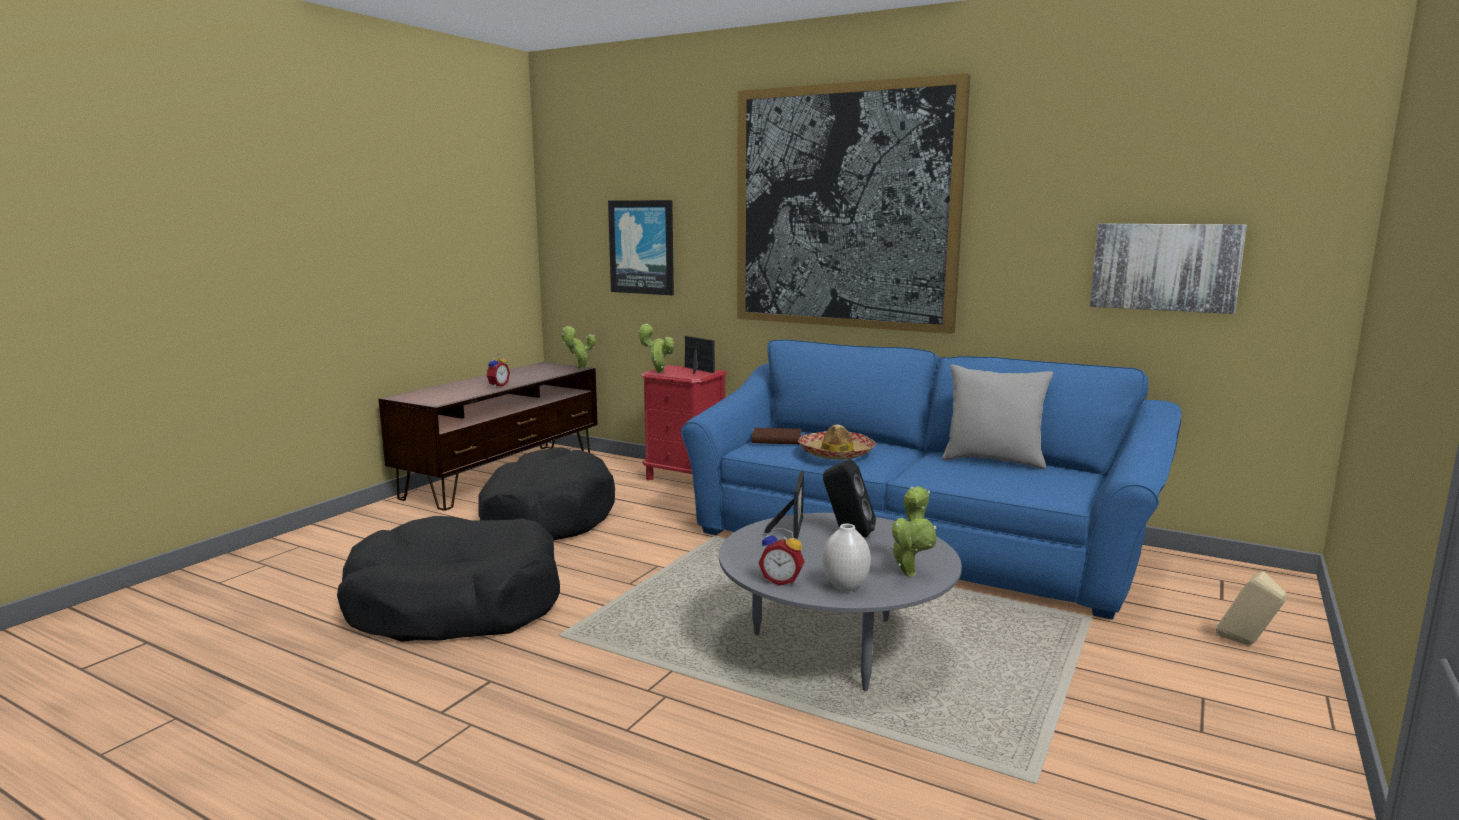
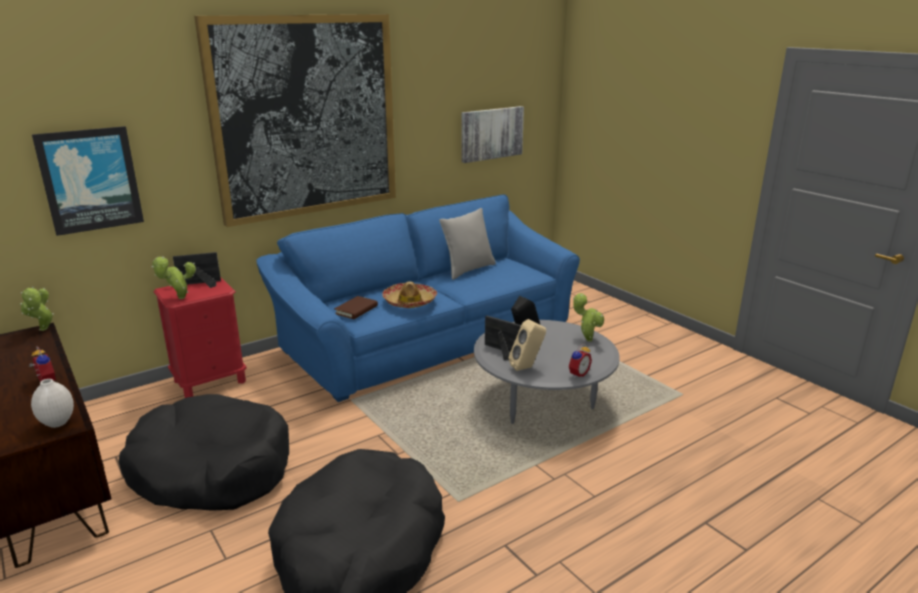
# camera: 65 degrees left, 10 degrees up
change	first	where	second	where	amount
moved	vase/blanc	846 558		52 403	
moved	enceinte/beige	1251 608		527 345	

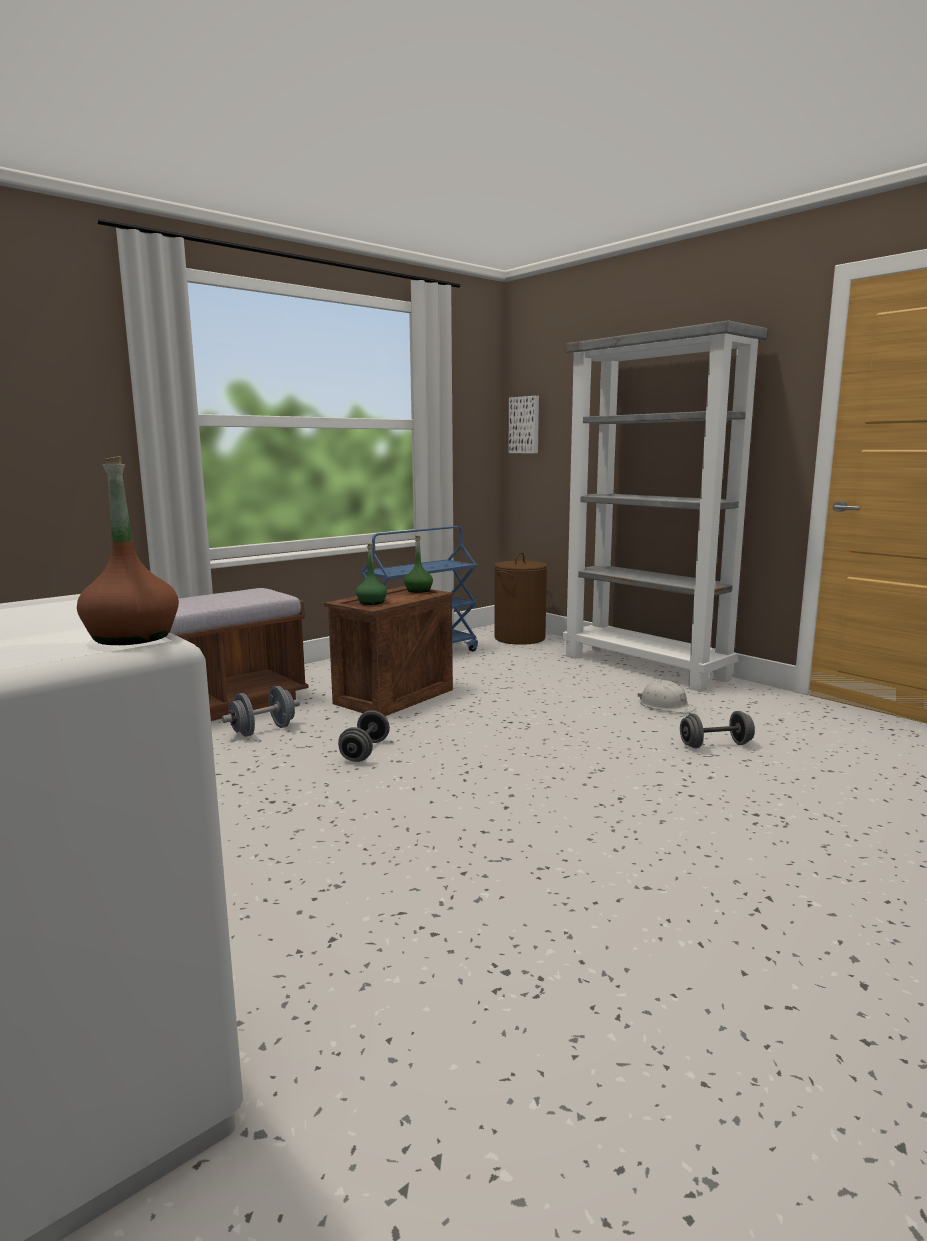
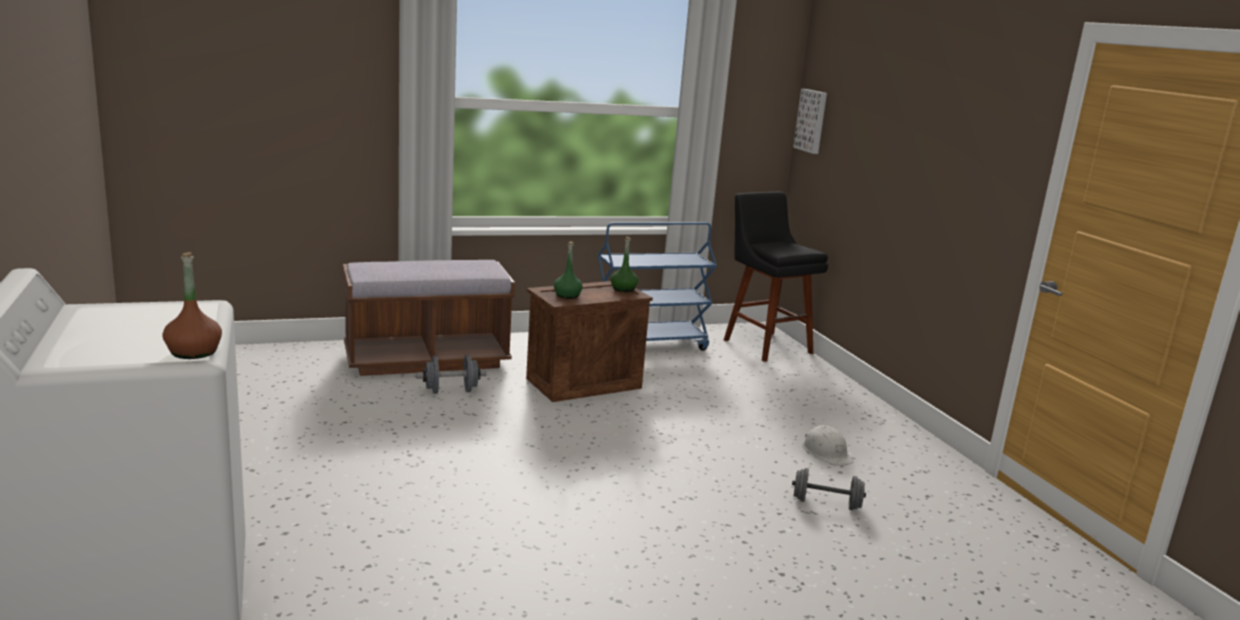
# camera: 20 degrees right, 5 degrees up
change	first	where	second	where	amount
removed	haltère/gris	364 736			
replaced	panier à linge/marron	520 598	tabouret/noir	776 277	
removed	bibliothèque/gris	665 506			

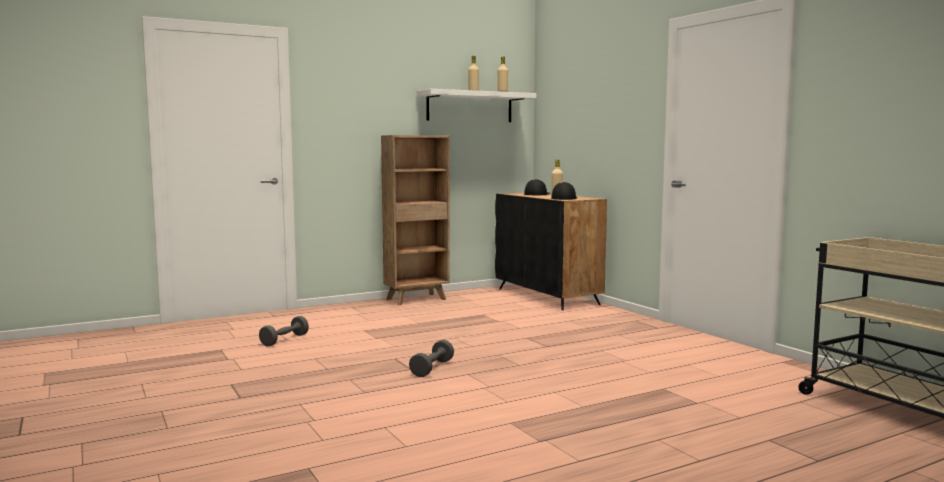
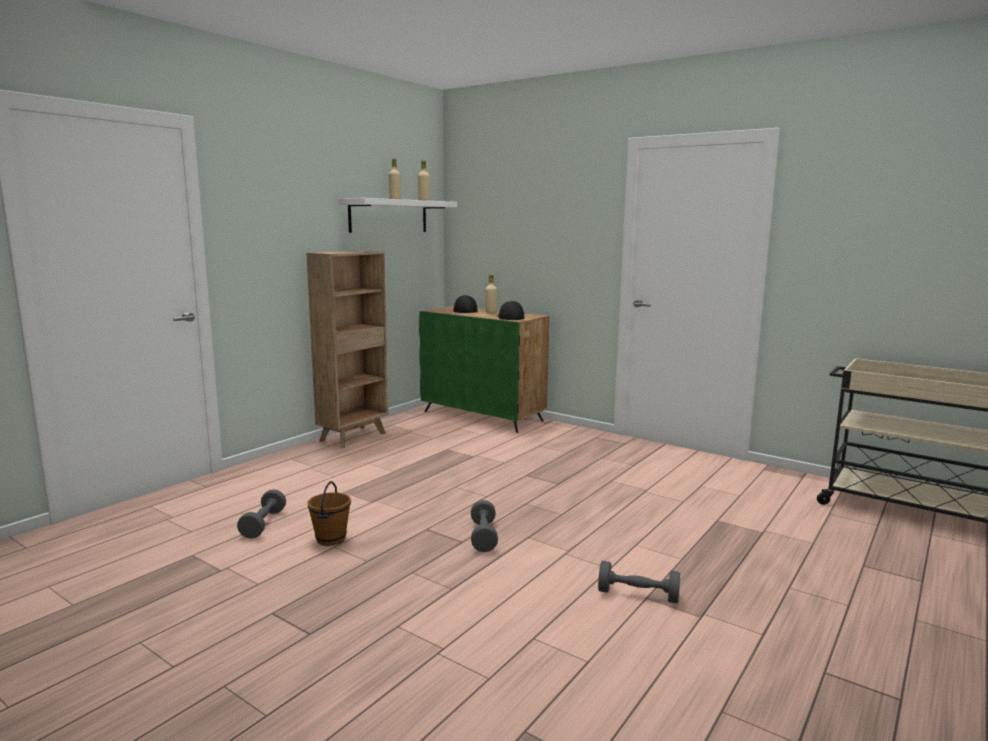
# camera: 25 degrees left, 5 degrees up
change	first	where	second	where	amount
recoloured	meuble de rangement/noir	551 251	meuble de rangement/vert	484 369	
added			seau/marron	329 513	
added			haltère/gris	639 582	

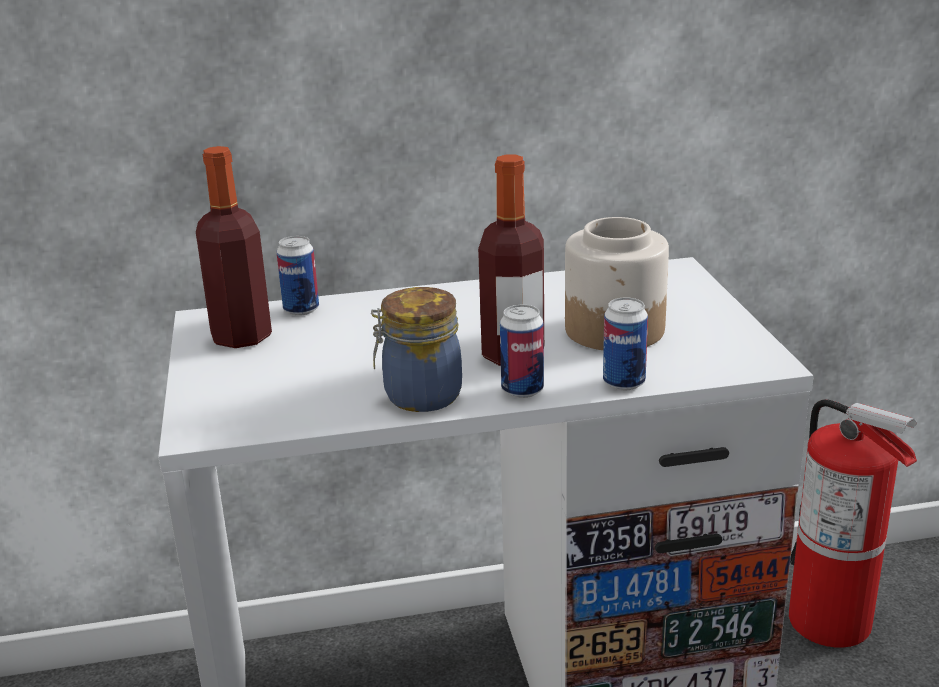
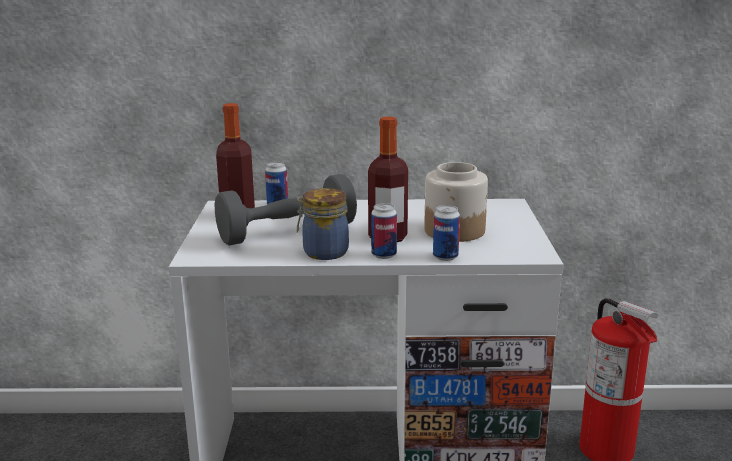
# camera: 10 degrees right, 5 degrees down
change	first	where	second	where	amount
added			haltère/gris	286 209	

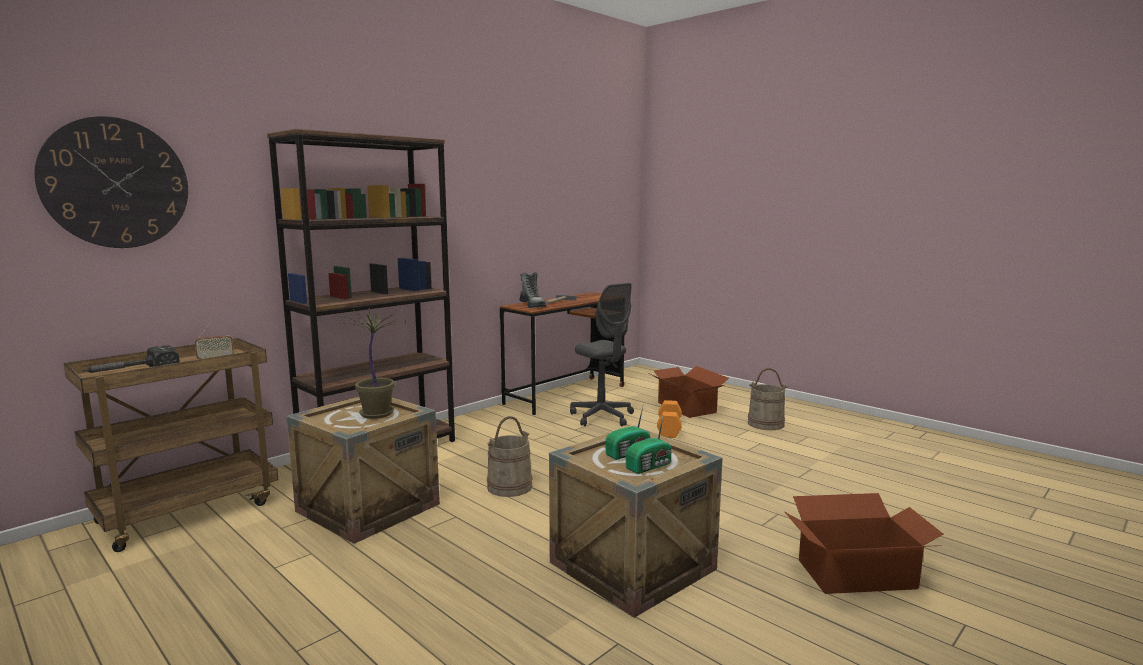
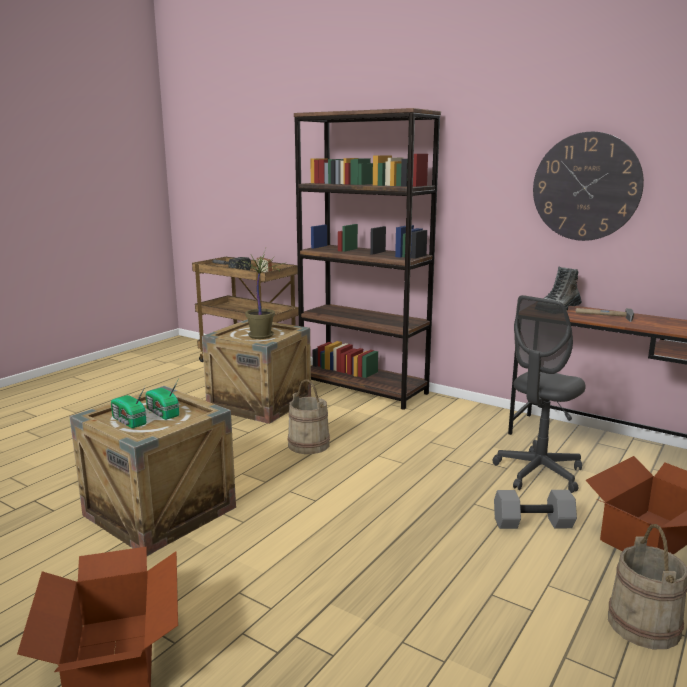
# camera: 80 degrees right, 5 degrees up
change	first	where	second	where	amount
moved	horloge murale	111 182		588 186	
recoloured	haltère/orange	669 419	haltère/gris	535 509	

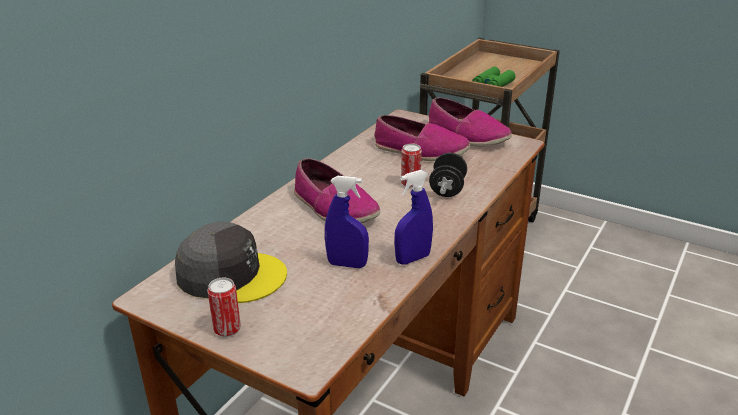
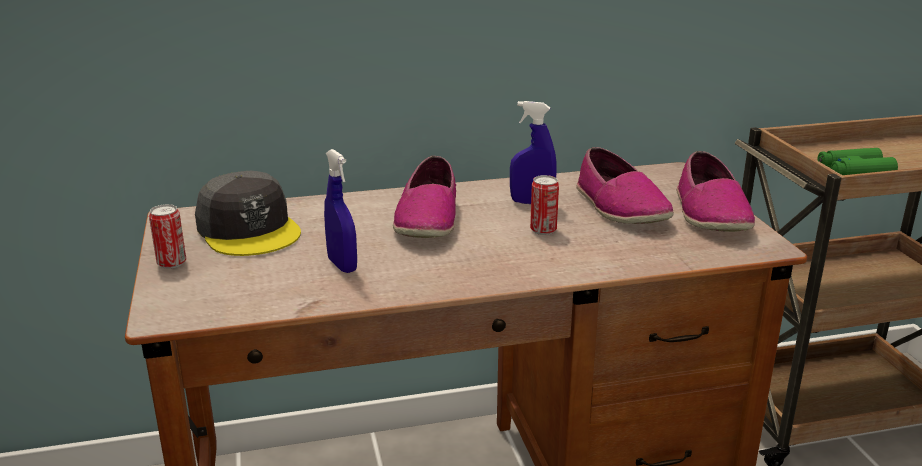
# camera: 45 degrees right, 5 degrees down
change	first	where	second	where	amount
moved	vaporisateur/bleu	413 217		533 152	
removed	haltère/noir	448 175			

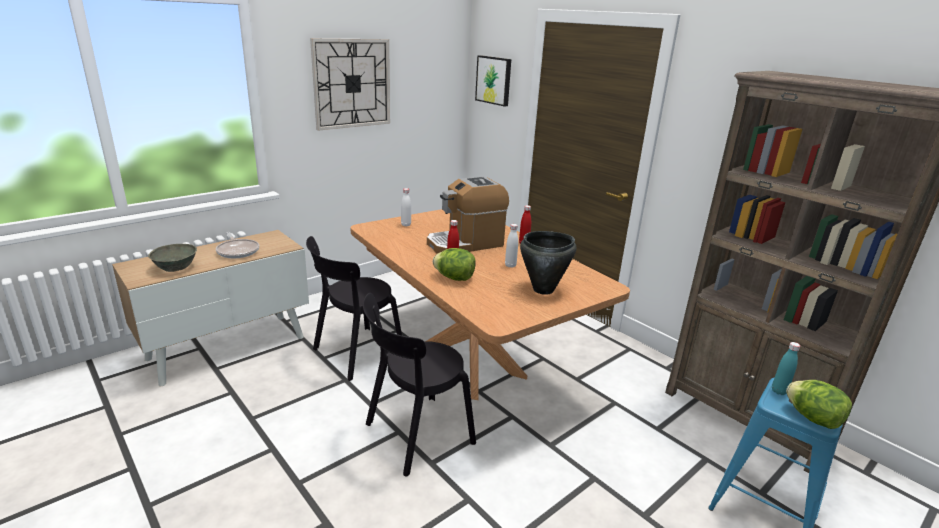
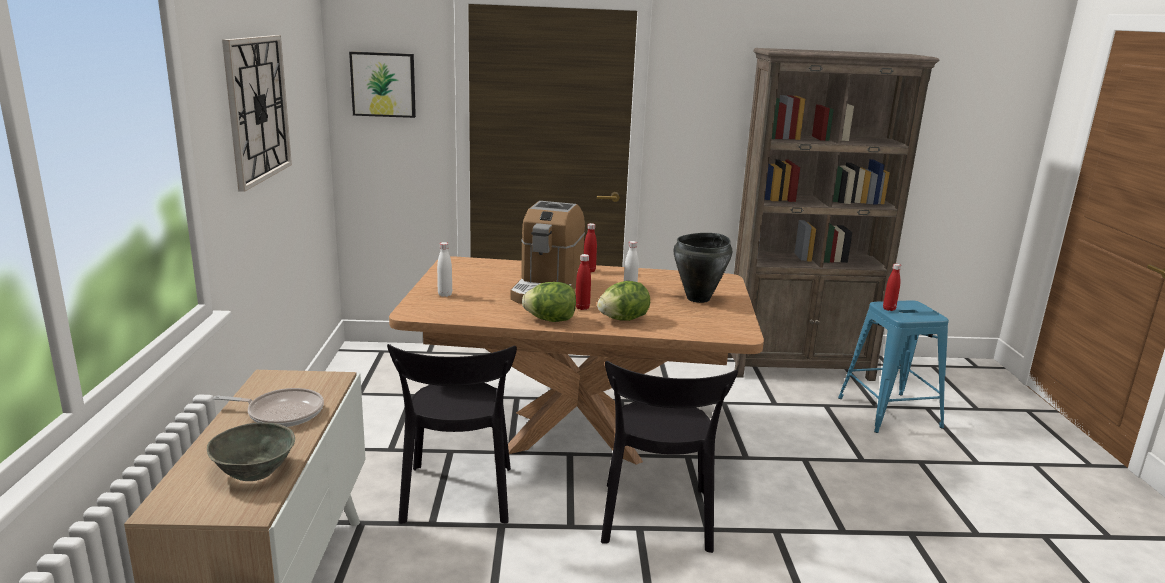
# camera: 50 degrees left, 5 degrees down
change	first	where	second	where	amount
recoloured	bouteille/turquoise	786 368	bouteille/rouge	892 287	
moved	laitue	819 404		549 302	

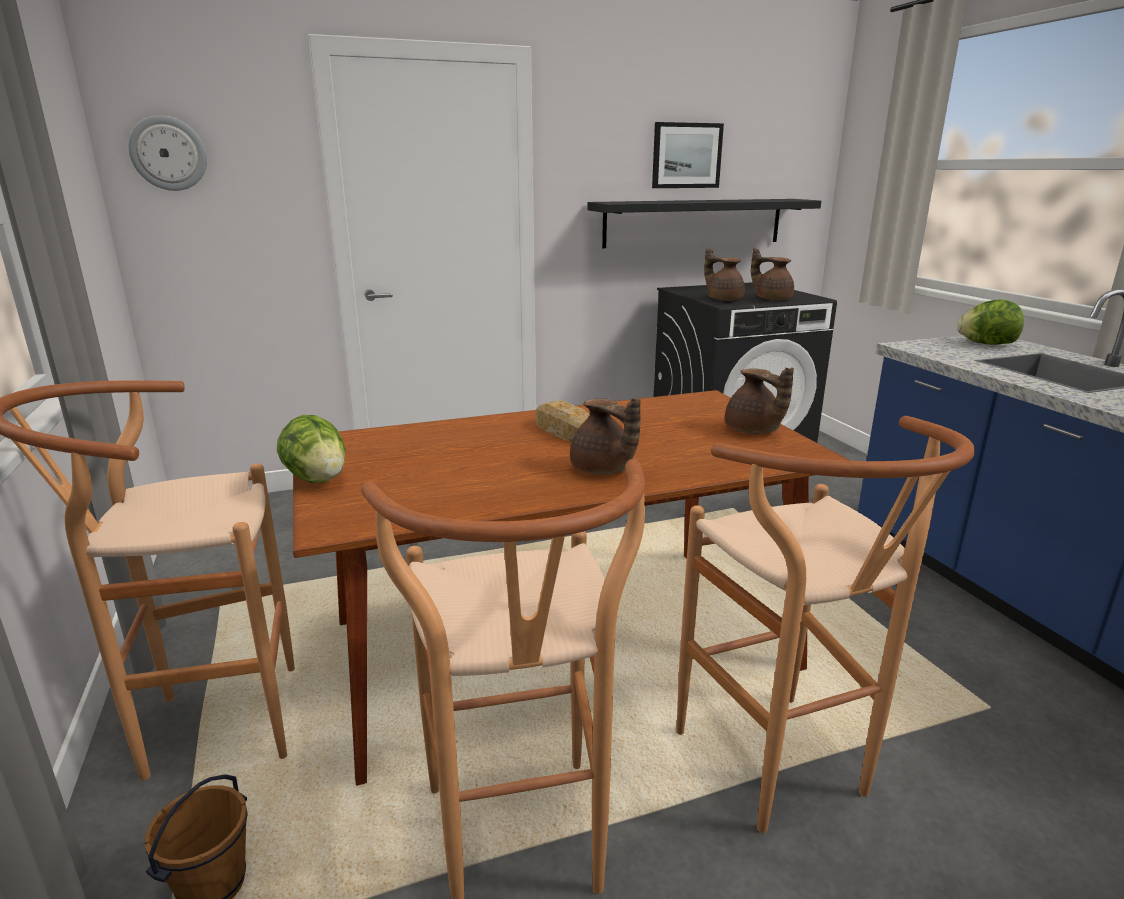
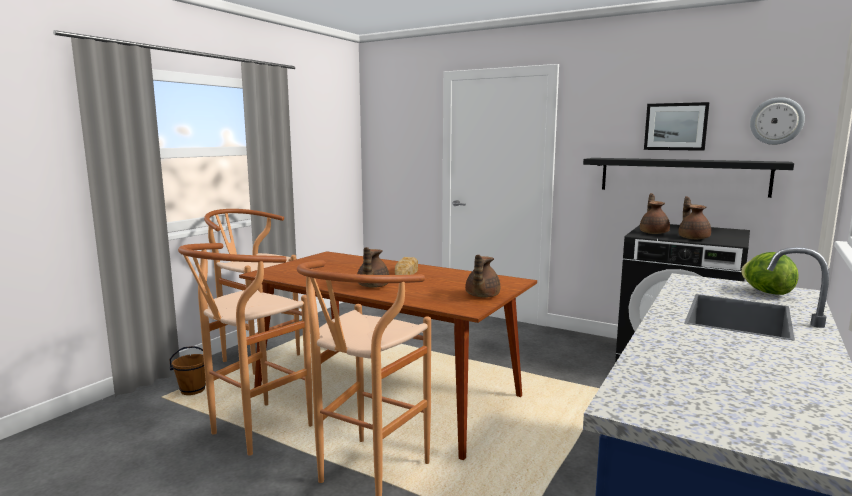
# camera: 50 degrees right, 10 degrees down
change	first	where	second	where	amount
moved	horloge murale	167 153		777 121	
removed	laitue	311 449			

